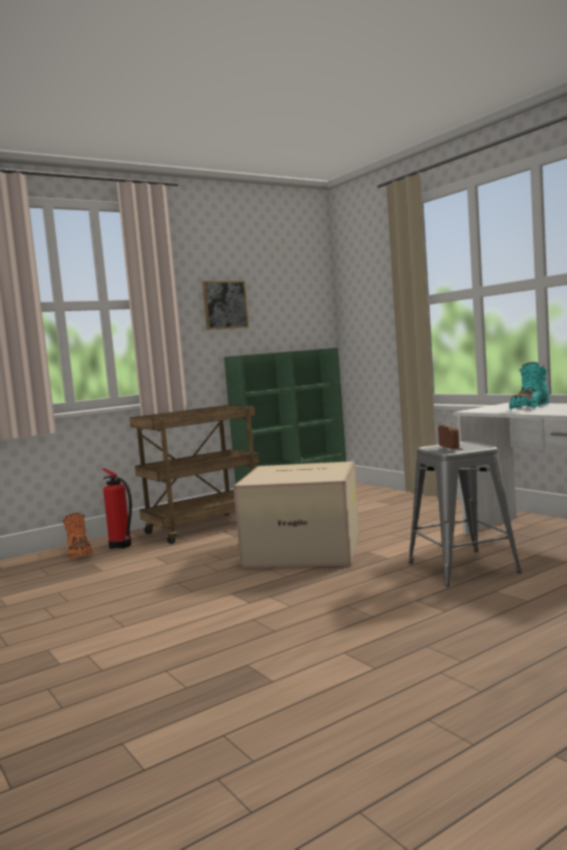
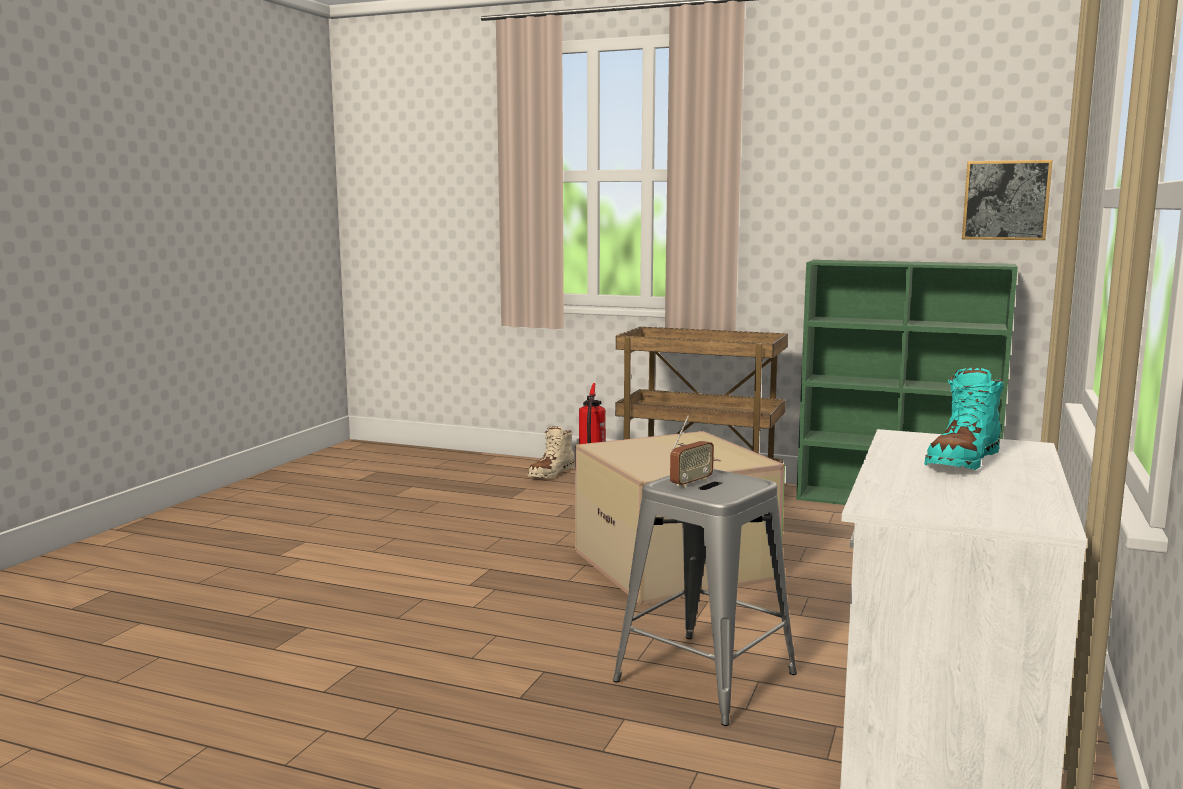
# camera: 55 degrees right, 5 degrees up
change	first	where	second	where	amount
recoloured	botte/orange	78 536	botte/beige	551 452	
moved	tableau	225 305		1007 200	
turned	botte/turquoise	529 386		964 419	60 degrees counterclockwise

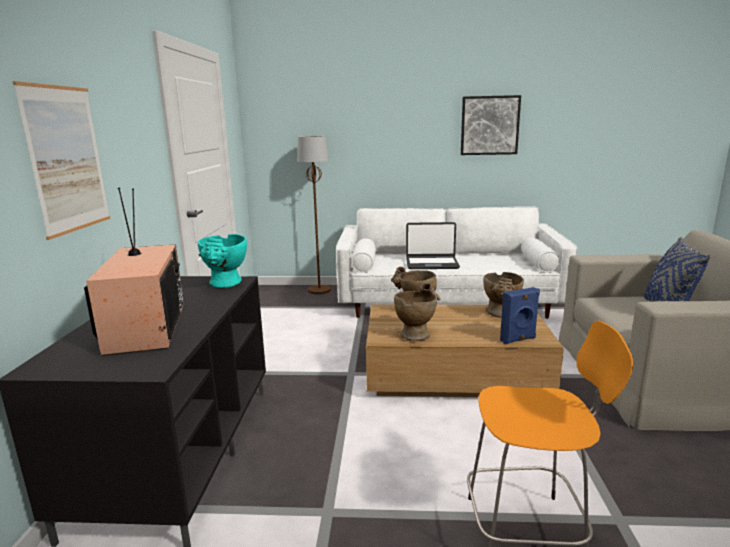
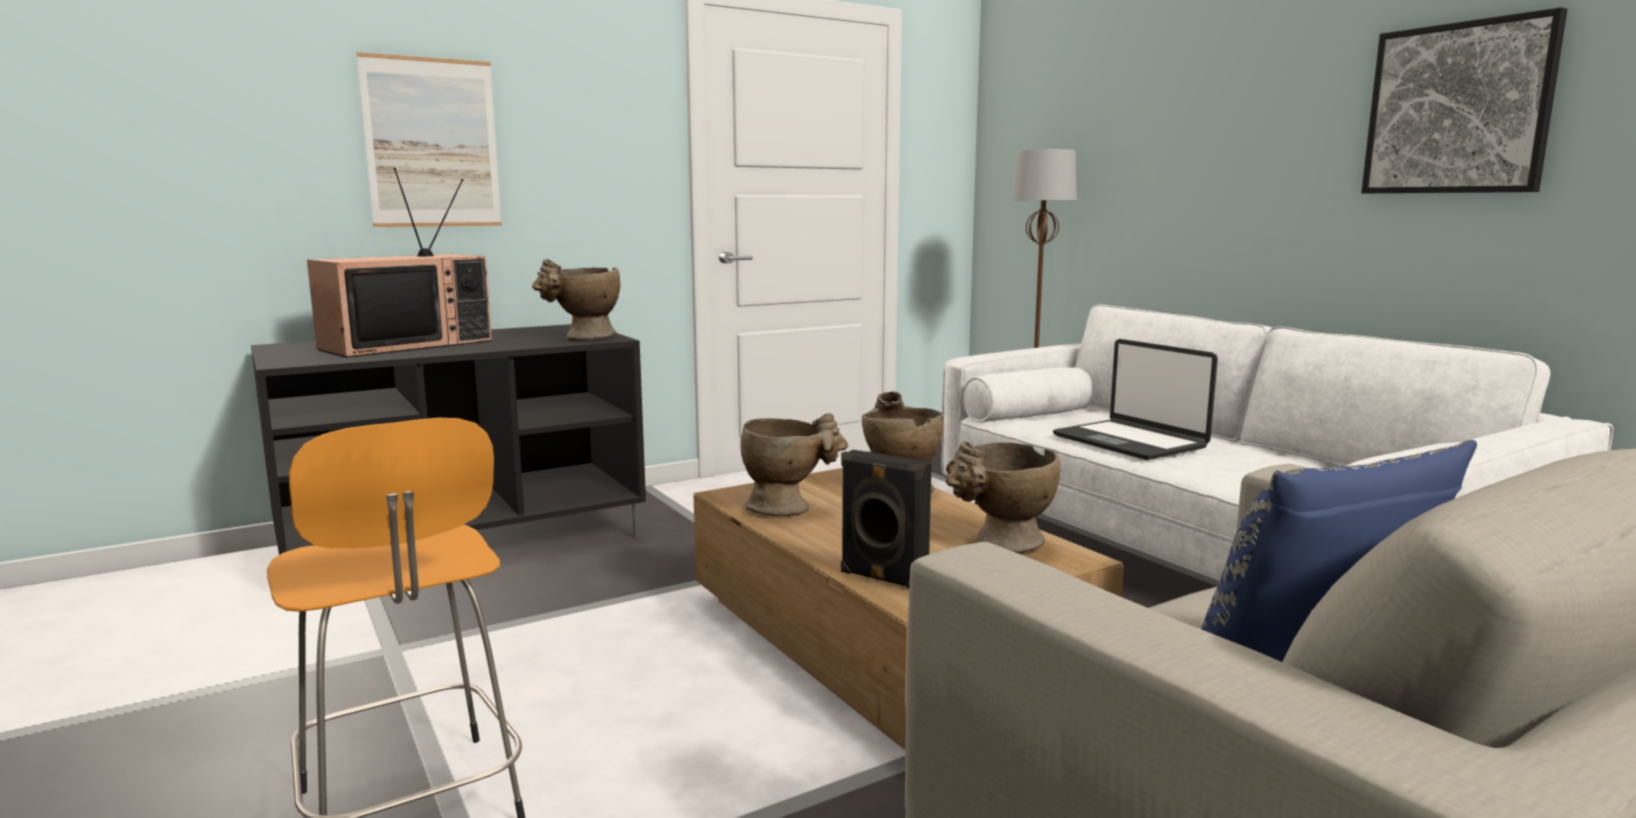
# camera: 55 degrees right, 5 degrees down
change	first	where	second	where	amount
recoloured	vase/turquoise	222 261	vase/beige	576 300	
recoloured	enceinte/bleu	520 315	enceinte/noir	886 519	

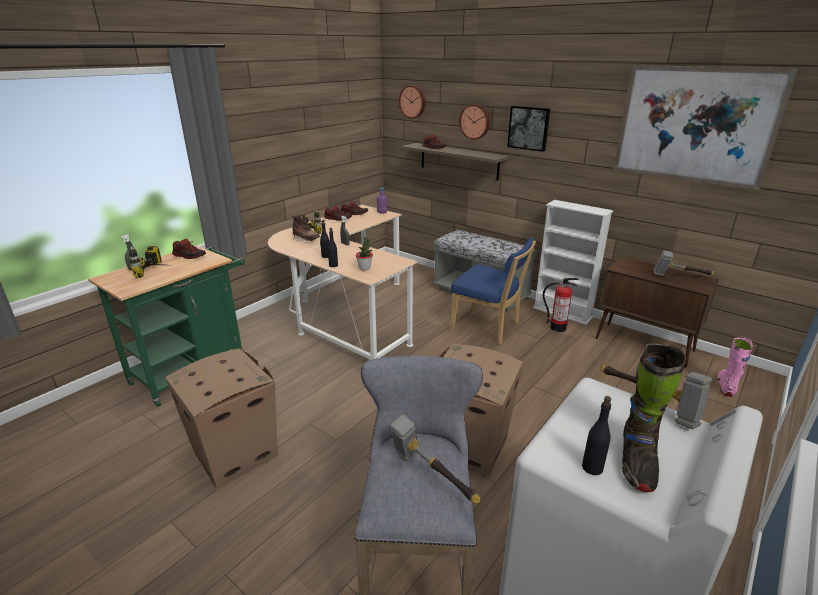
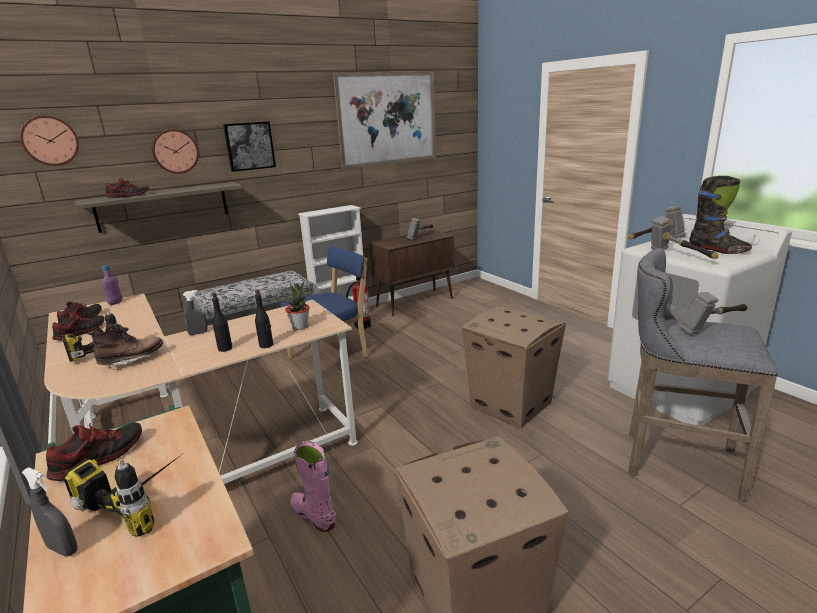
# camera: 70 degrees left, 5 degrees down
change	first	where	second	where	amount
removed	bouteille/noir	596 435			
moved	botte/rose	735 367		313 486	
added			marteau	685 237	

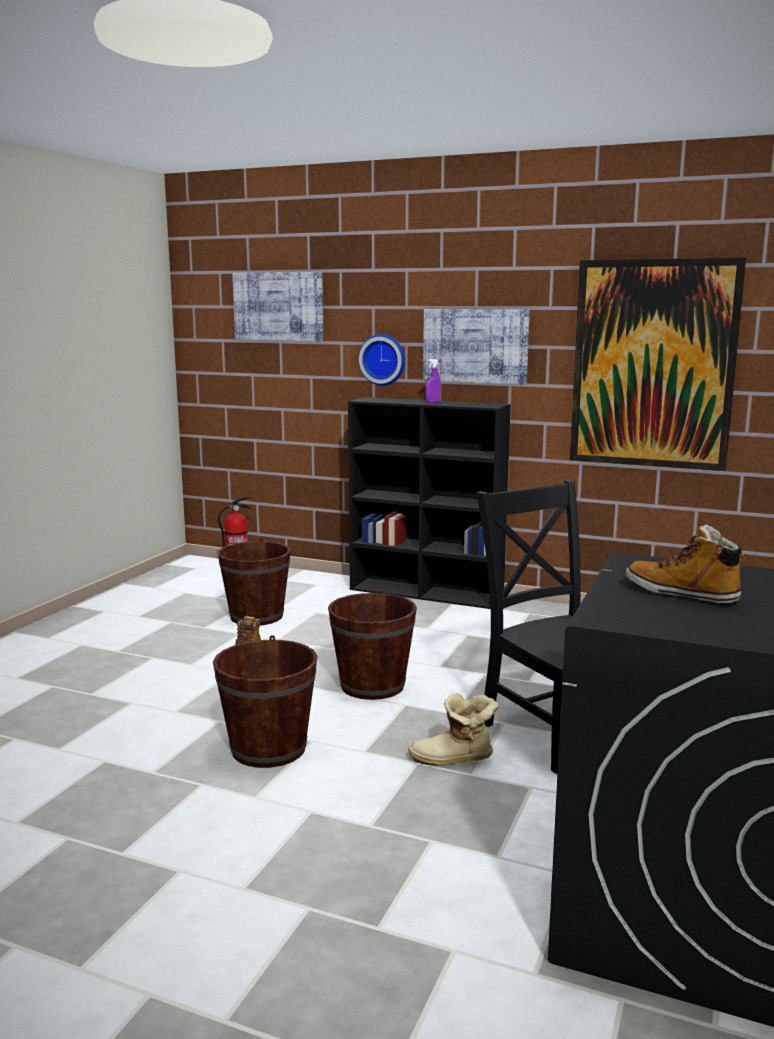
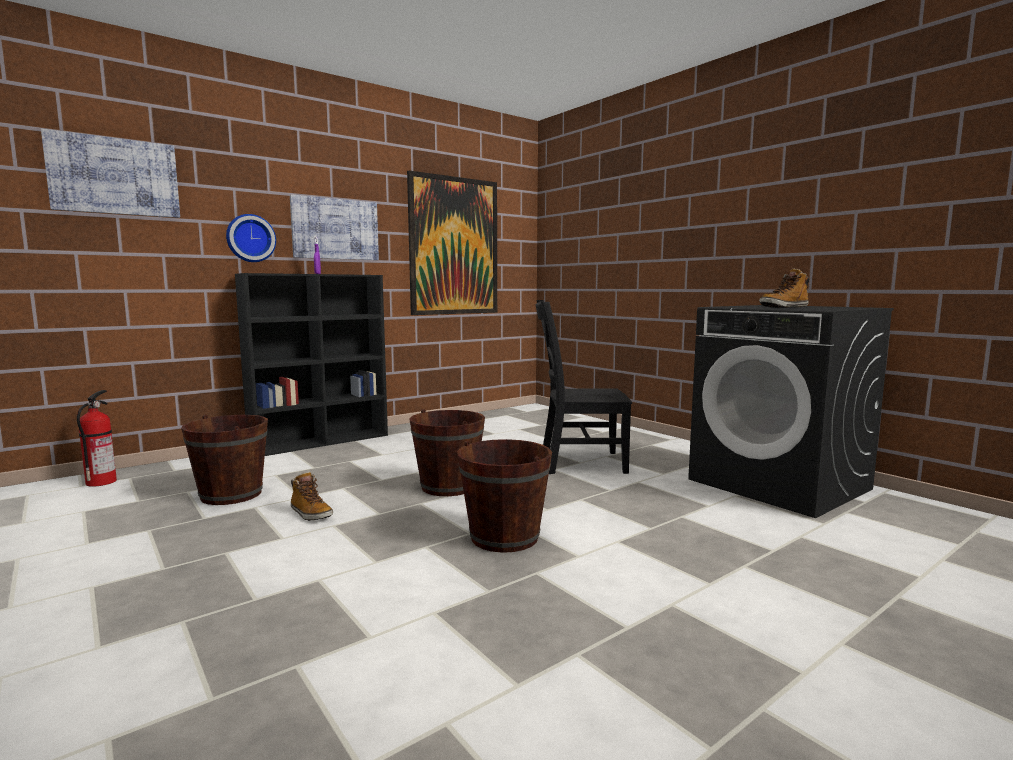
# camera: 60 degrees left, 5 degrees down
change	first	where	second	where	amount
removed	botte	453 729			

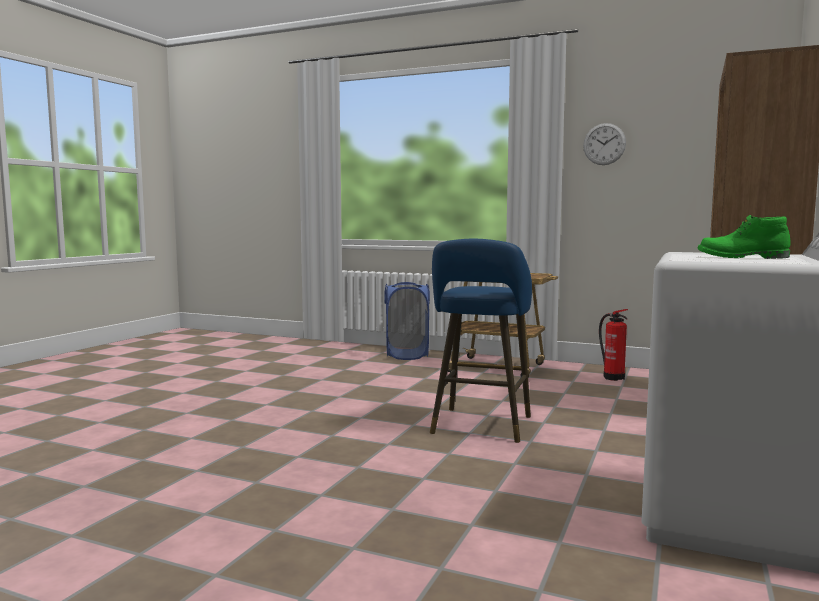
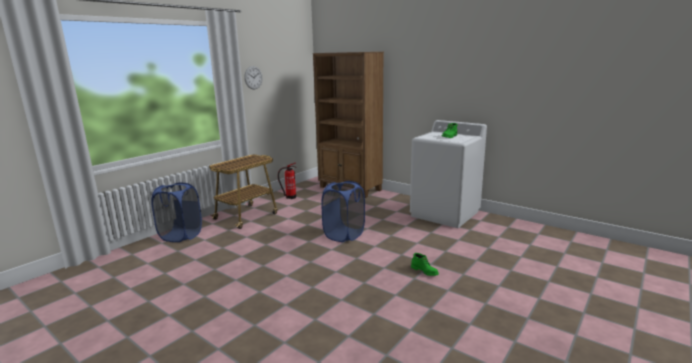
# camera: 75 degrees left, 10 degrees up
change	first	where	second	where	amount
replaced	tabouret/bleu	481 341	panier à linge/bleu	343 211	
added			botte/vert	425 264	

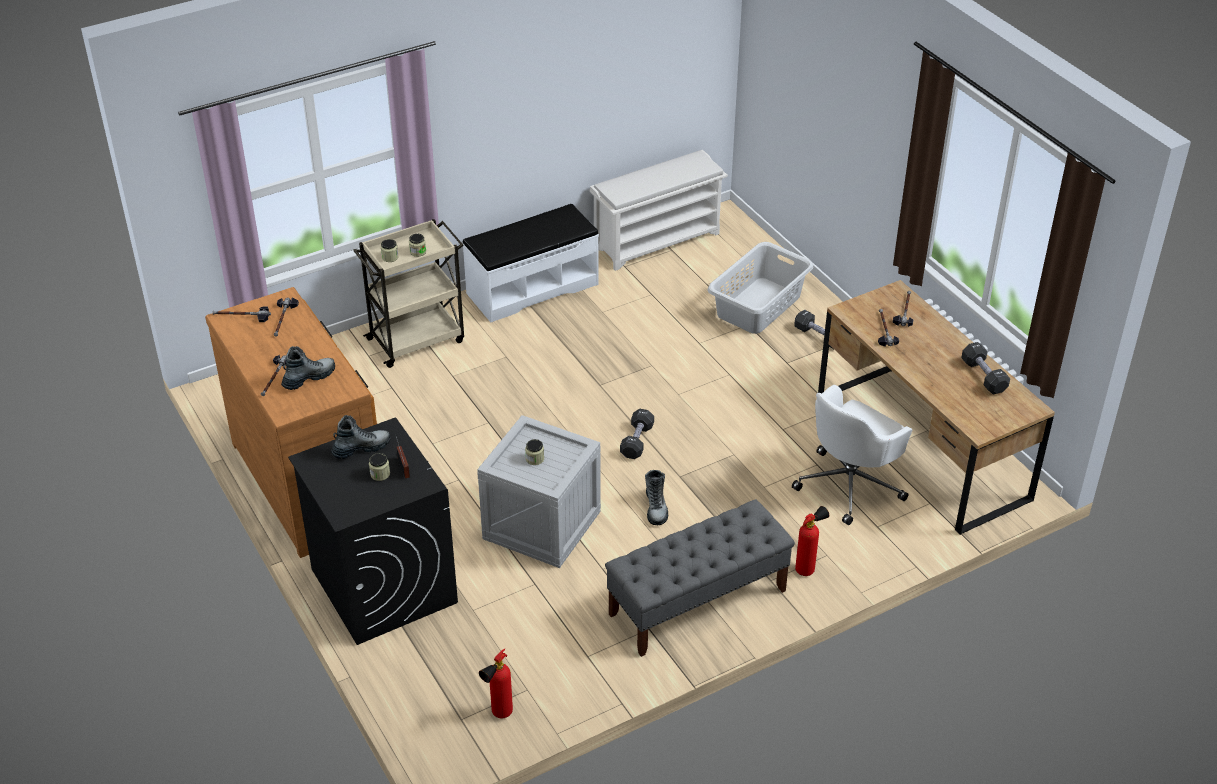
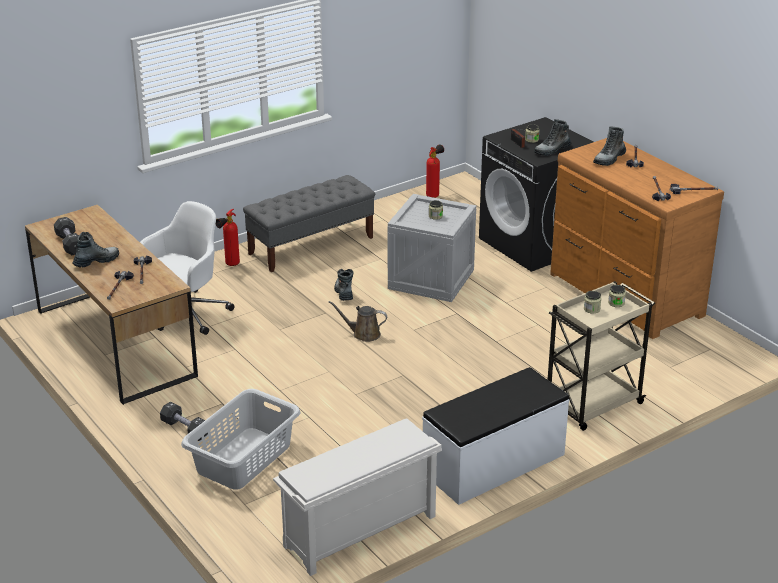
# camera: 175 degrees right, 10 degrees down
change	first	where	second	where	amount
replaced	haltère/noir	637 434	arrosoir/marron	358 321	
added			botte	96 249	

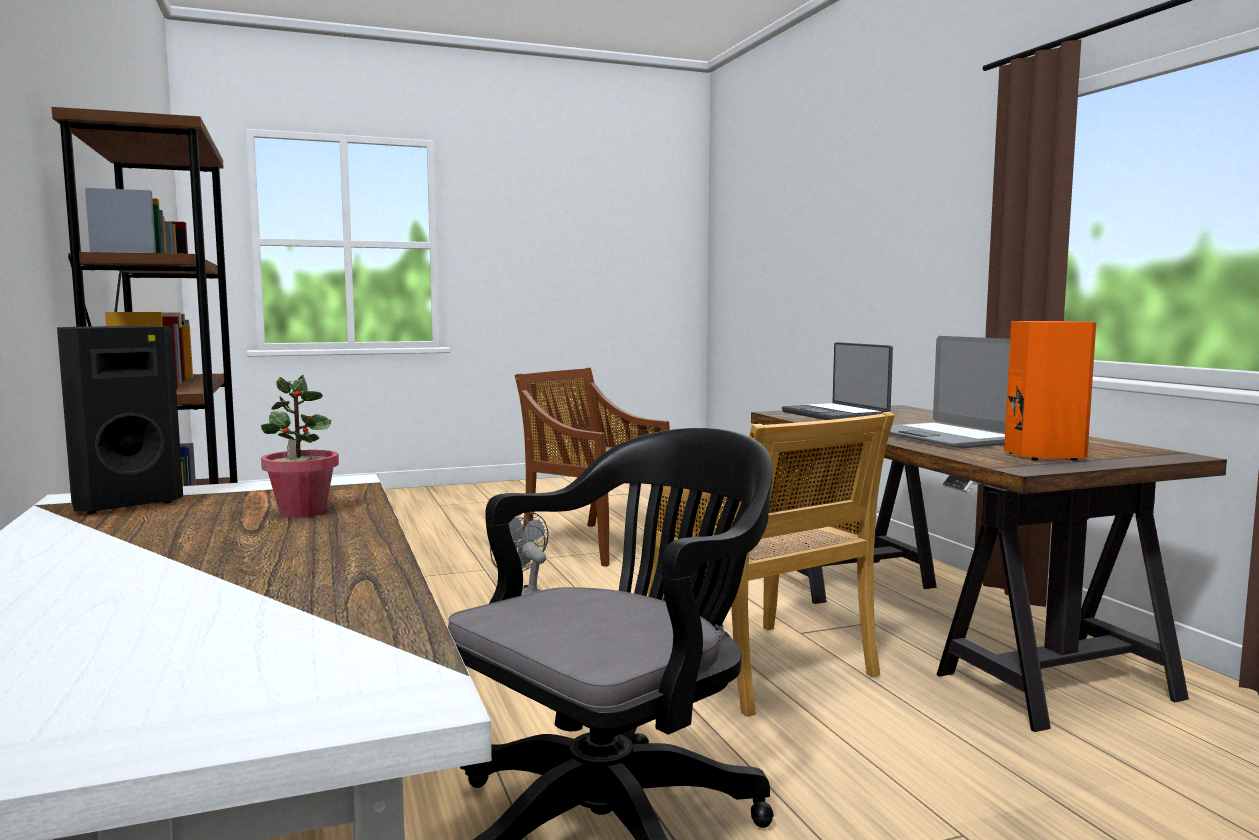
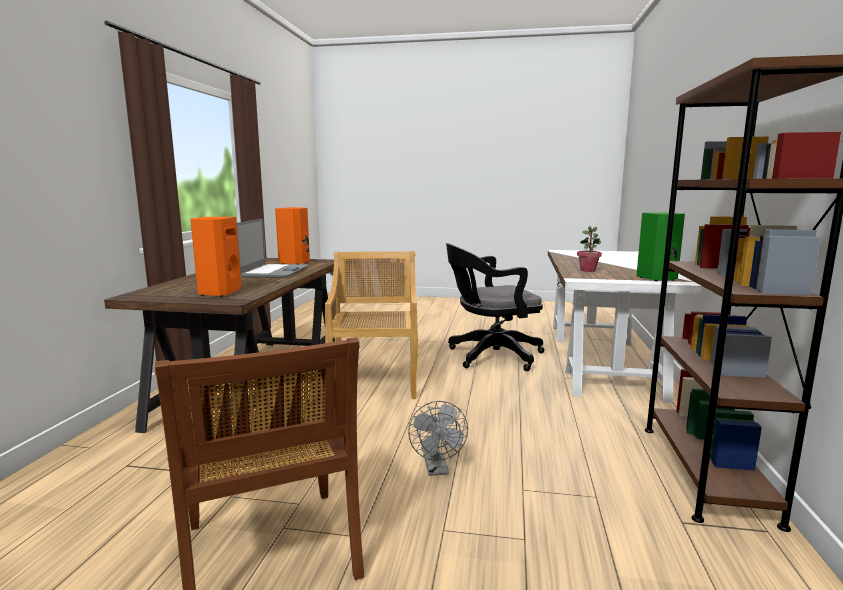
# camera: 150 degrees left, 5 degrees up
change	first	where	second	where	amount
recoloured	enceinte/noir	120 420	enceinte/vert	660 246	
replaced	ordinateur portable	837 381	enceinte/orange	216 257	

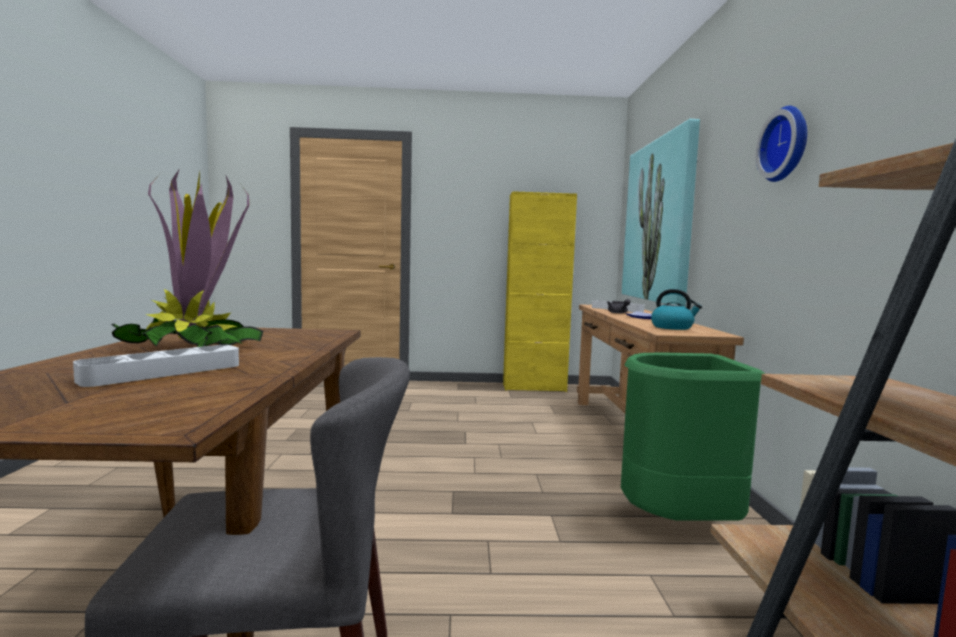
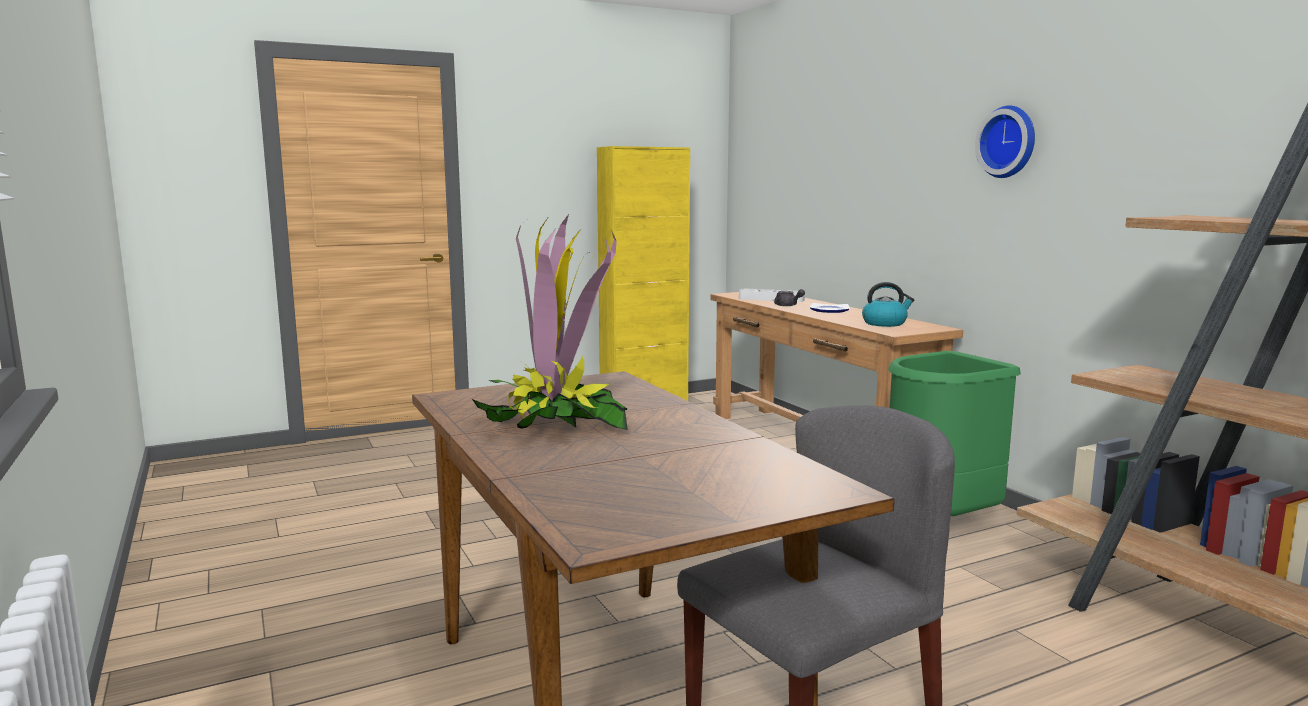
# camera: 25 degrees left, 5 degrees up
change	first	where	second	where	amount
removed	plateau/blanc	156 366			
removed	tableau	661 212			

